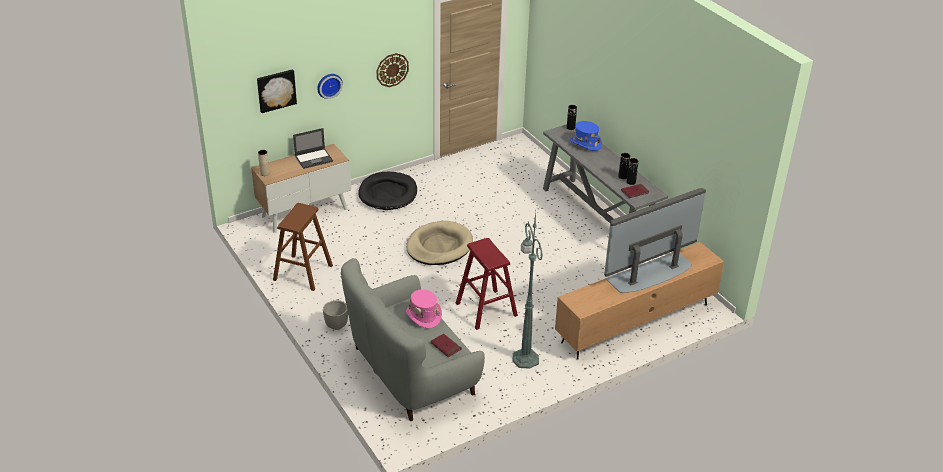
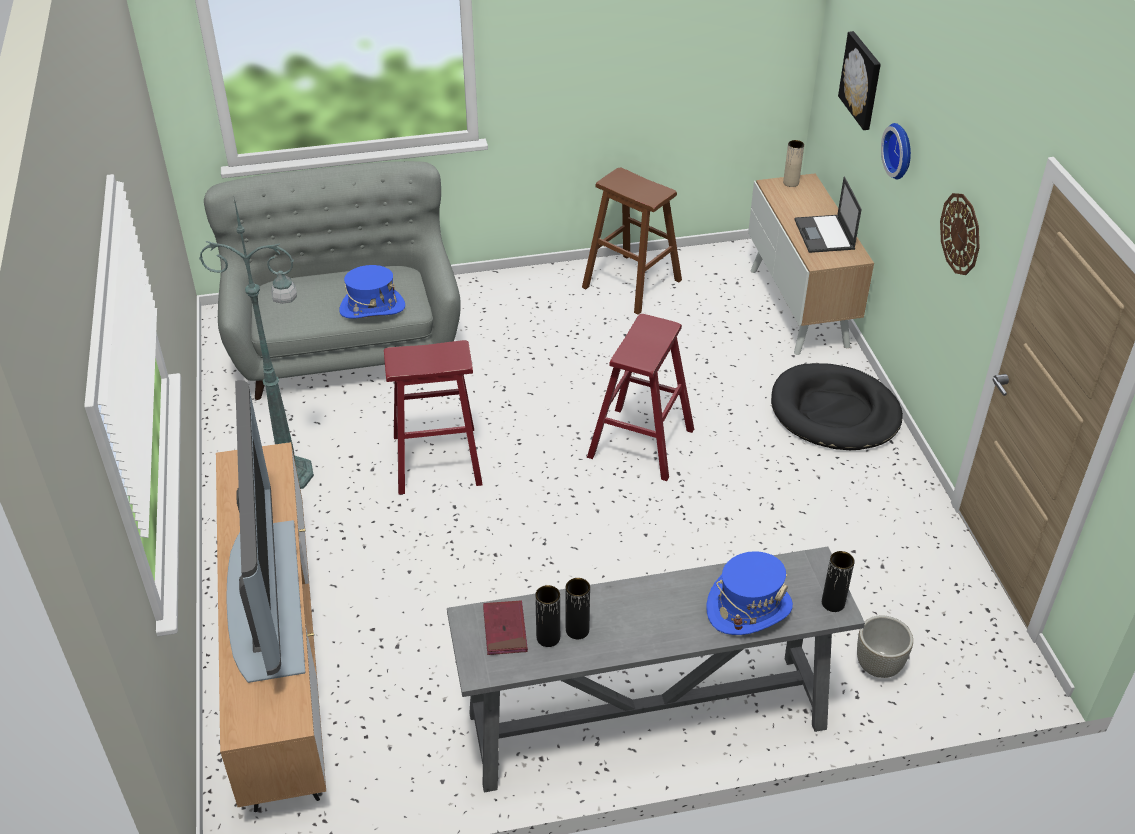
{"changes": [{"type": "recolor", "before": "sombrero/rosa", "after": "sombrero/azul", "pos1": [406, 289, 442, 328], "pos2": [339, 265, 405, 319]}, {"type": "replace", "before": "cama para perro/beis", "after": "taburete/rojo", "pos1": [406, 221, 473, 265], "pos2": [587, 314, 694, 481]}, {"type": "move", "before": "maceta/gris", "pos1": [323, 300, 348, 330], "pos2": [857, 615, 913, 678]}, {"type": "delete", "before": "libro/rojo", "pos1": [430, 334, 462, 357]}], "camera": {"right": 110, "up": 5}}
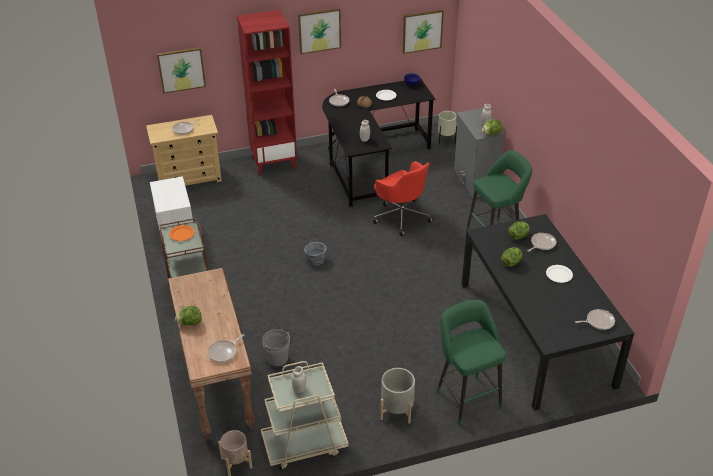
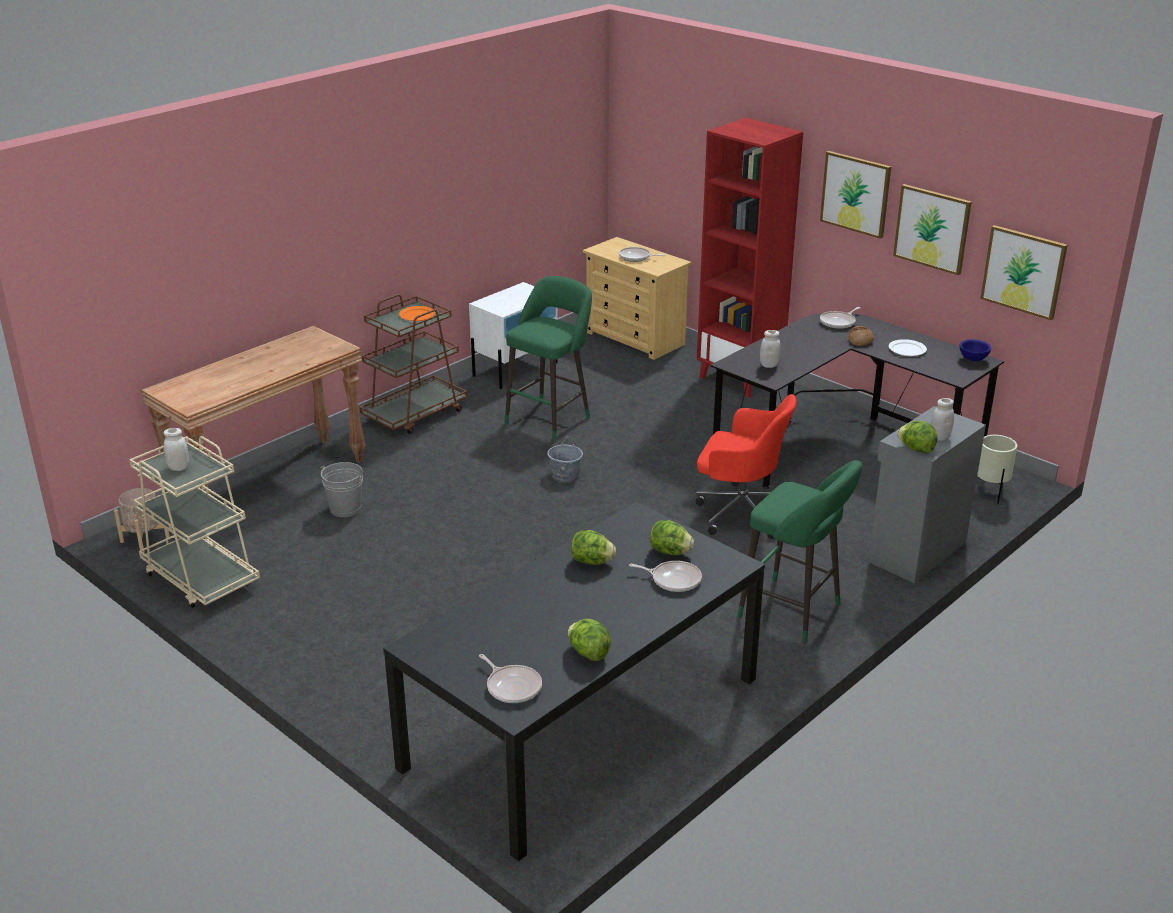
{"changes": [{"type": "move", "before": "taburete/verde", "pos1": [436, 300, 506, 425], "pos2": [505, 276, 592, 441]}, {"type": "move", "before": "lechuga", "pos1": [175, 306, 202, 325], "pos2": [568, 619, 611, 661]}, {"type": "rotate", "before": "silla de oficina/rojo", "pos1": [373, 161, 433, 237], "pos2": [695, 394, 796, 539], "turn": -90}, {"type": "move", "before": "cuadro", "pos1": [157, 47, 206, 94], "pos2": [893, 184, 972, 275]}, {"type": "delete", "before": "sartén", "pos1": [207, 334, 244, 363]}, {"type": "delete", "before": "maceta/gris", "pos1": [380, 368, 415, 424]}, {"type": "delete", "before": "plato/blanco", "pos1": [546, 265, 573, 283]}], "camera": {"right": 60, "up": -10}}
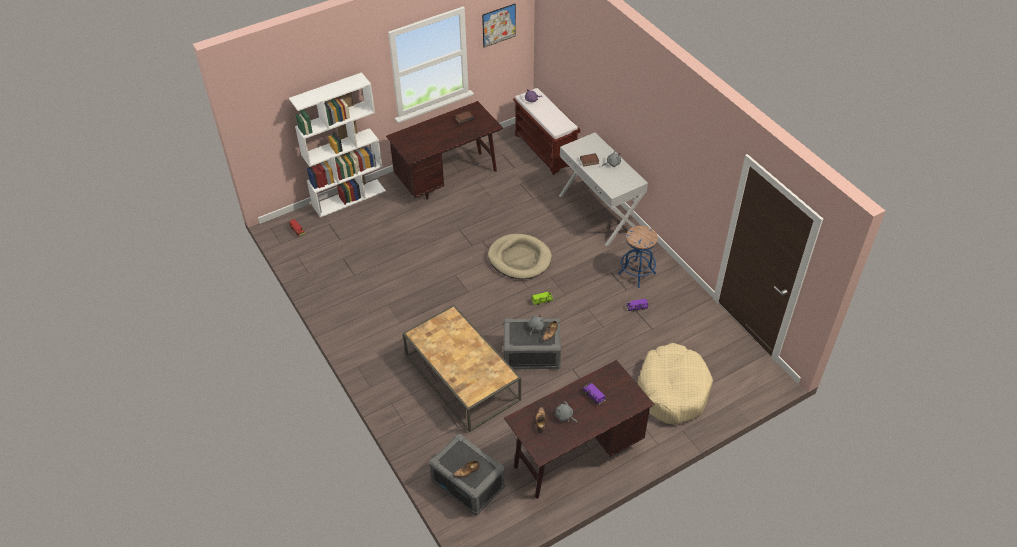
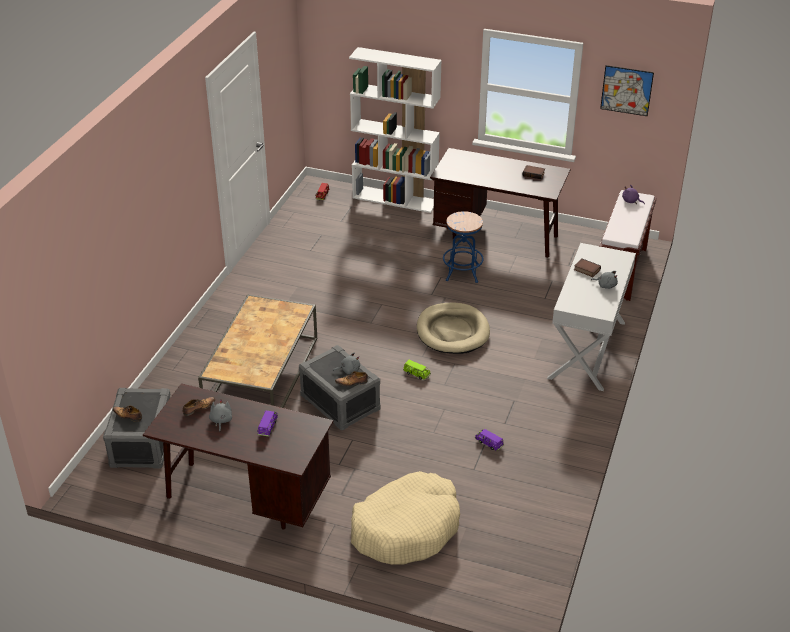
{"changes": [{"type": "move", "before": "taburete/azul", "pos1": [618, 226, 658, 288], "pos2": [443, 211, 484, 283]}], "camera": {"right": 50, "up": -10}}
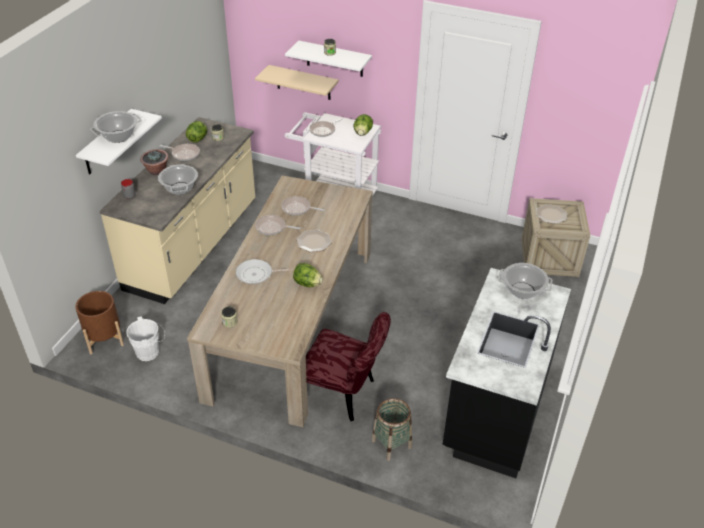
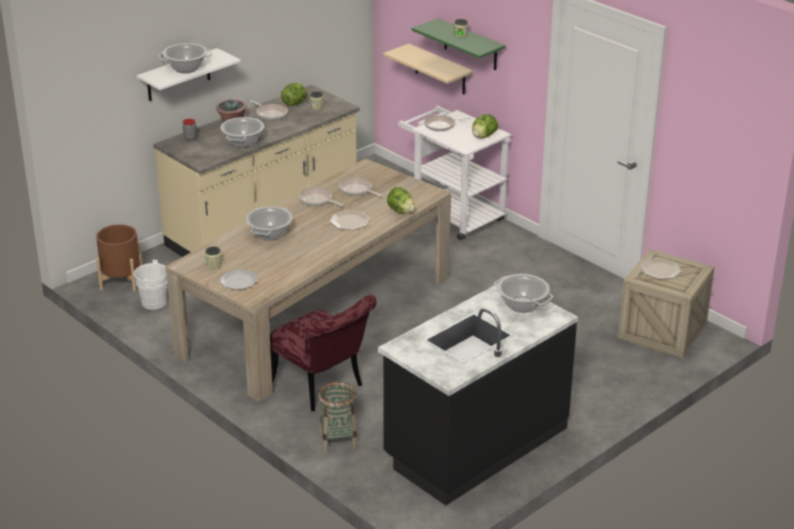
{"changes": [{"type": "insert", "after": "plato", "pos2": [220, 269, 258, 290]}, {"type": "replace", "before": "sartén", "after": "olla", "pos1": [236, 259, 292, 284], "pos2": [245, 206, 293, 241]}, {"type": "move", "before": "lechuga", "pos1": [293, 263, 323, 287], "pos2": [387, 187, 415, 214]}, {"type": "recolor", "before": "estante/blanco", "after": "estante/verde", "pos1": [285, 40, 372, 77], "pos2": [412, 18, 506, 70]}], "camera": {"right": 25, "up": -10}}
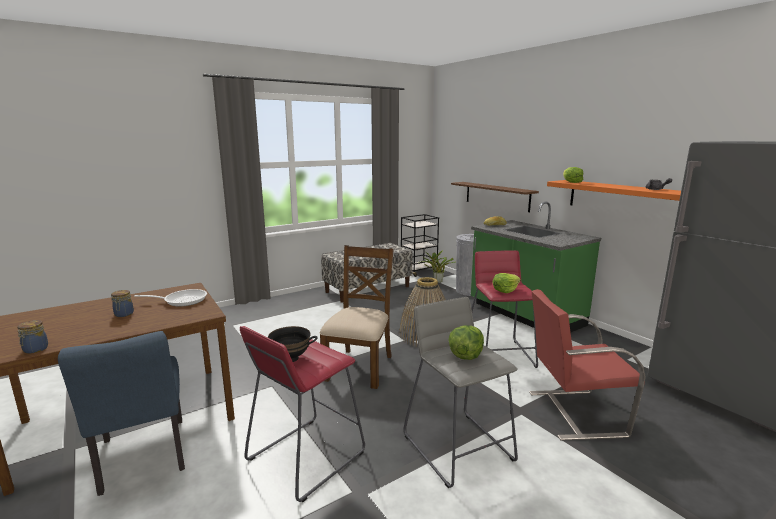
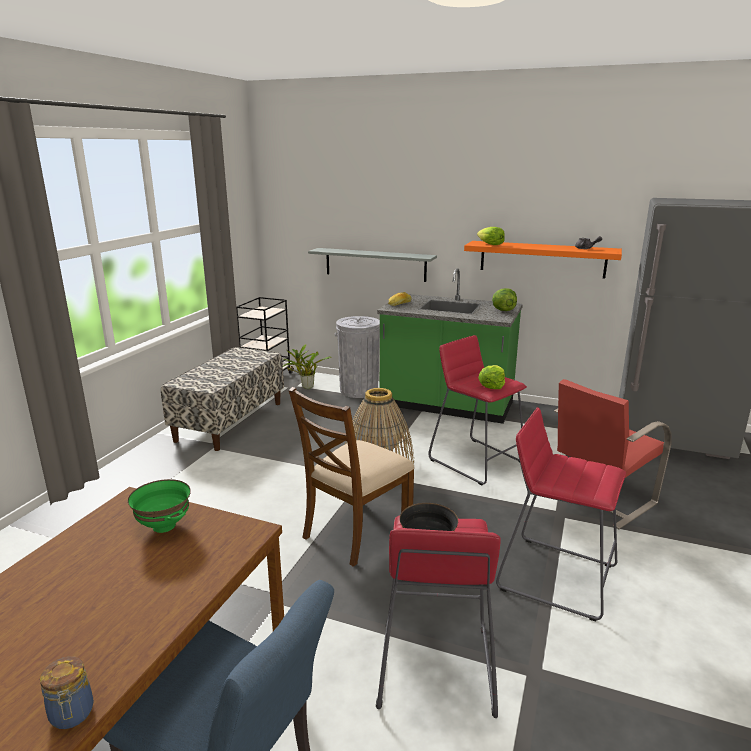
{"changes": [{"type": "replace", "before": "sartén", "after": "cuenco/verde", "pos1": [134, 289, 207, 306], "pos2": [128, 479, 191, 533]}, {"type": "rotate", "before": "silla/marrón", "pos1": [320, 245, 394, 389], "pos2": [289, 387, 415, 567], "turn": -120}, {"type": "recolor", "before": "estante/marrón", "after": "estante/gris", "pos1": [451, 182, 539, 212], "pos2": [308, 248, 437, 282]}, {"type": "move", "before": "lechuga", "pos1": [449, 325, 484, 360], "pos2": [492, 288, 517, 311]}, {"type": "recolor", "before": "taburete/gris", "after": "taburete/rojo", "pos1": [404, 297, 518, 488], "pos2": [496, 407, 626, 622]}, {"type": "delete", "before": "tarro", "pos1": [111, 290, 134, 317]}], "camera": {"right": -35, "up": 5}}
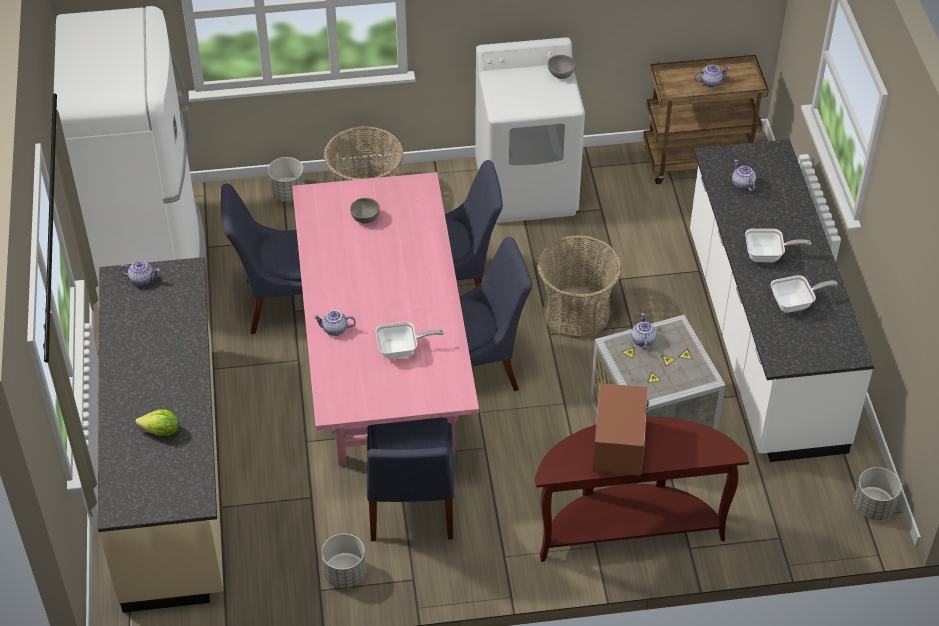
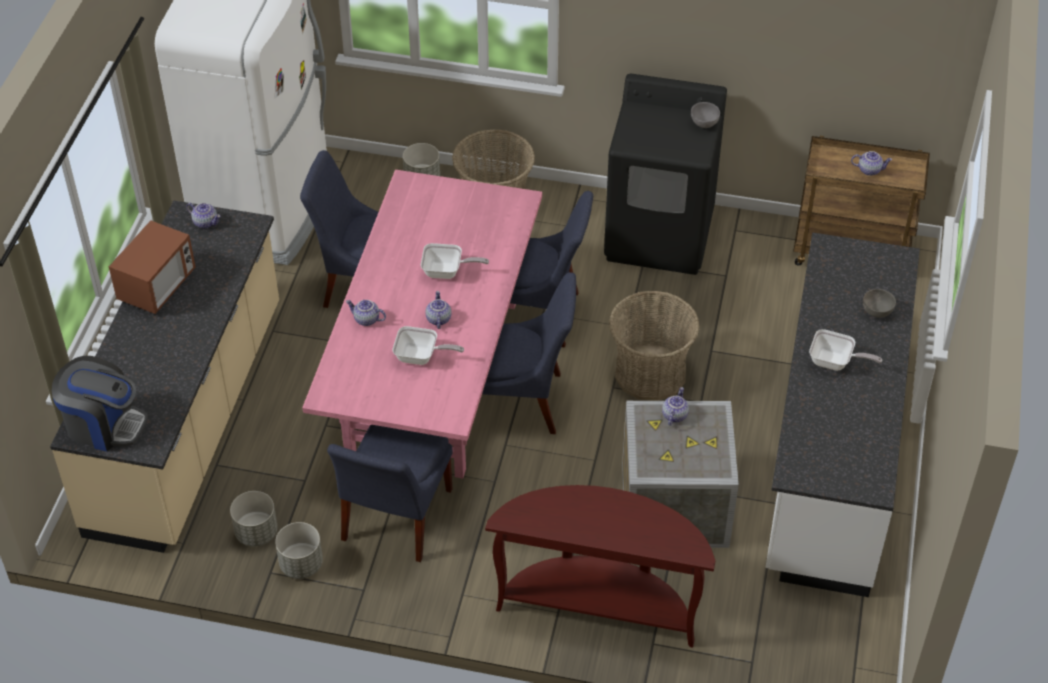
{"changes": [{"type": "insert", "after": "cafetera", "pos2": [52, 356, 148, 451]}, {"type": "move", "before": "microondas", "pos1": [592, 383, 649, 476], "pos2": [109, 220, 195, 314]}, {"type": "move", "before": "maceta/gris", "pos1": [854, 467, 901, 520], "pos2": [230, 491, 278, 546]}, {"type": "move", "before": "sartén", "pos1": [770, 275, 838, 313], "pos2": [421, 243, 489, 279]}, {"type": "move", "before": "tetera", "pos1": [732, 160, 756, 191], "pos2": [426, 291, 451, 329]}, {"type": "recolor", "before": "lavadora/blanco", "after": "lavadora/negro", "pos1": [475, 37, 585, 223], "pos2": [604, 74, 727, 275]}, {"type": "move", "before": "cuenco/gris", "pos1": [350, 198, 380, 223], "pos2": [863, 289, 896, 318]}, {"type": "delete", "before": "lechuga", "pos1": [135, 409, 179, 436]}], "camera": {"right": 20, "up": 0}}
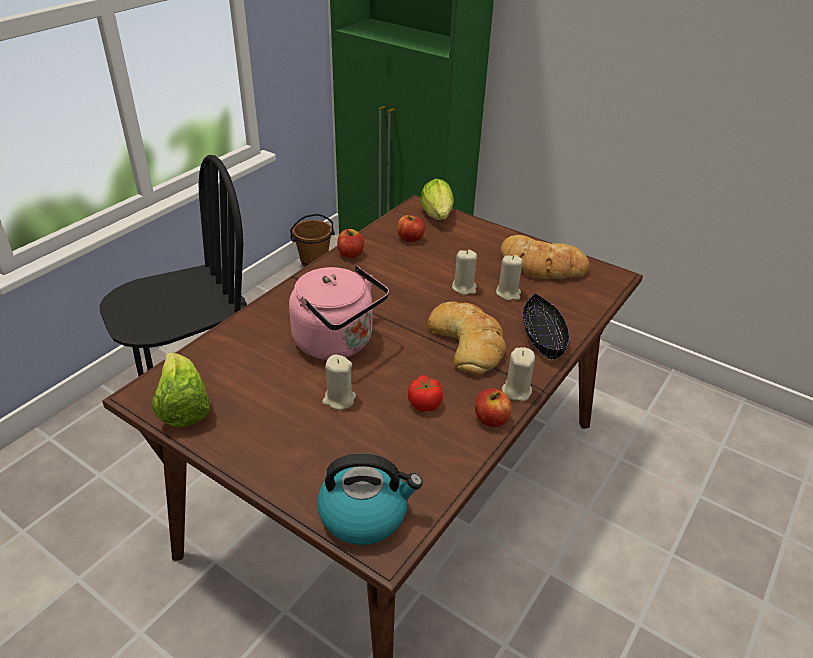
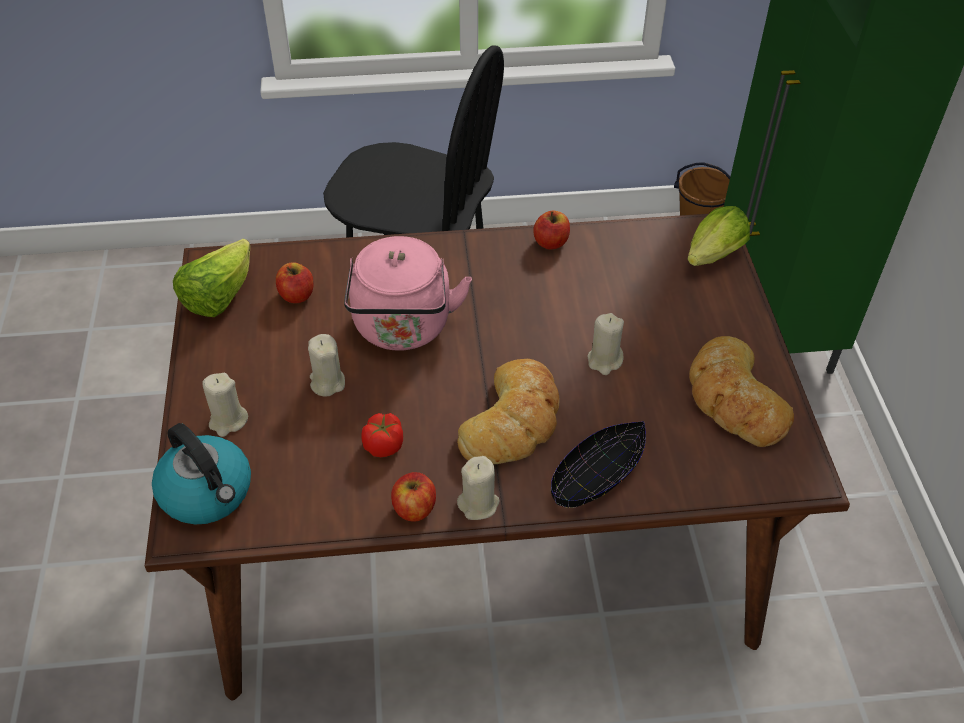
{"changes": [{"type": "move", "before": "vela/beis", "pos1": [496, 255, 523, 301], "pos2": [202, 373, 248, 437]}, {"type": "move", "before": "manzana", "pos1": [397, 215, 425, 242], "pos2": [276, 262, 313, 303]}], "camera": {"right": 50, "up": 10}}
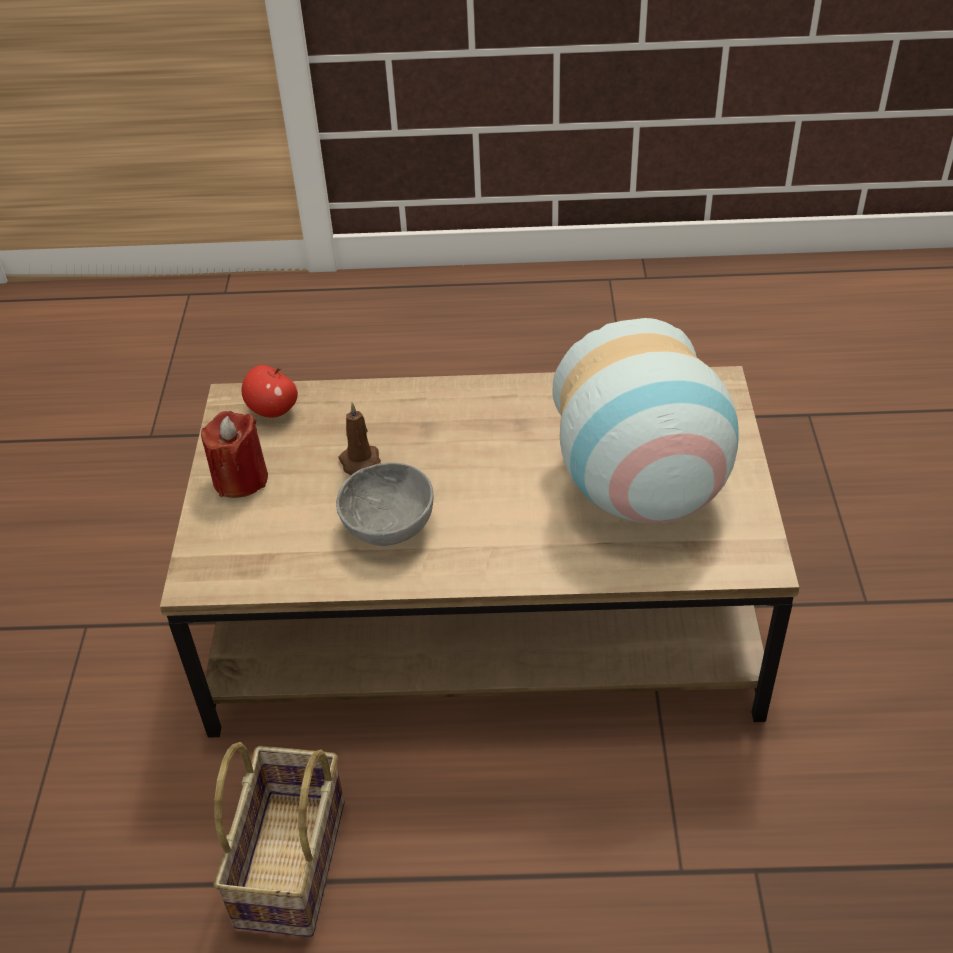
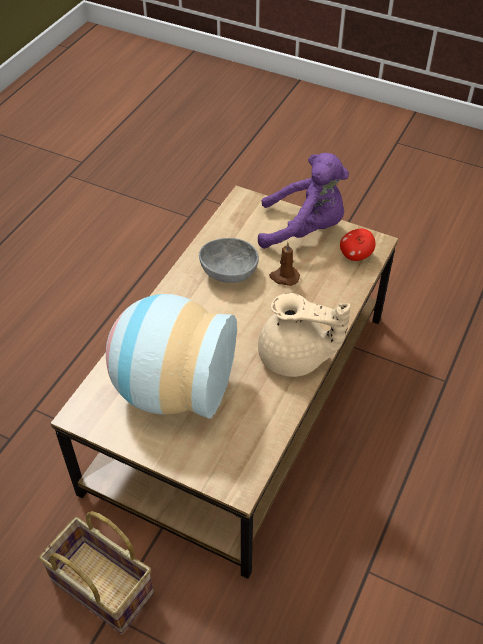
{"changes": [{"type": "move", "before": "cesta", "pos1": [214, 742, 345, 937], "pos2": [39, 511, 154, 633]}, {"type": "replace", "before": "vela/rojo", "after": "peluche/morado", "pos1": [201, 411, 268, 498], "pos2": [258, 153, 349, 249]}, {"type": "insert", "after": "tetera/beis", "pos2": [258, 293, 351, 377]}], "camera": {"right": 115, "up": 5}}
